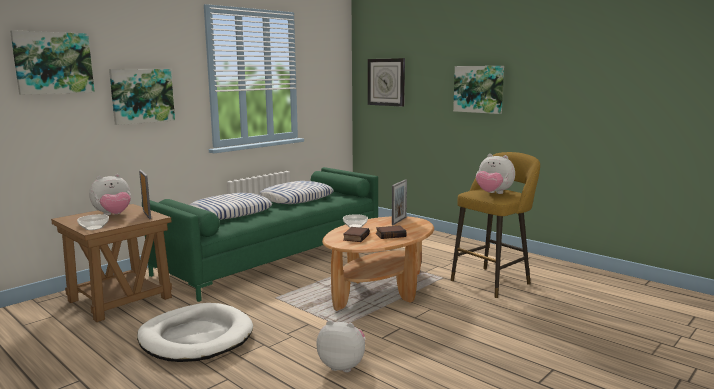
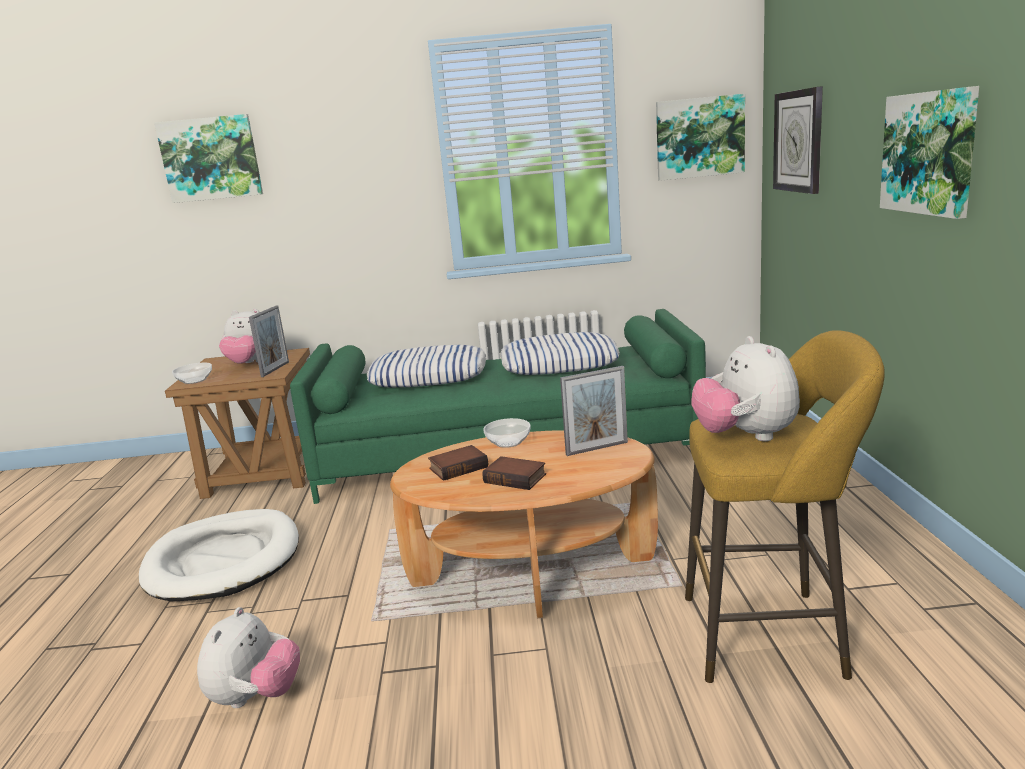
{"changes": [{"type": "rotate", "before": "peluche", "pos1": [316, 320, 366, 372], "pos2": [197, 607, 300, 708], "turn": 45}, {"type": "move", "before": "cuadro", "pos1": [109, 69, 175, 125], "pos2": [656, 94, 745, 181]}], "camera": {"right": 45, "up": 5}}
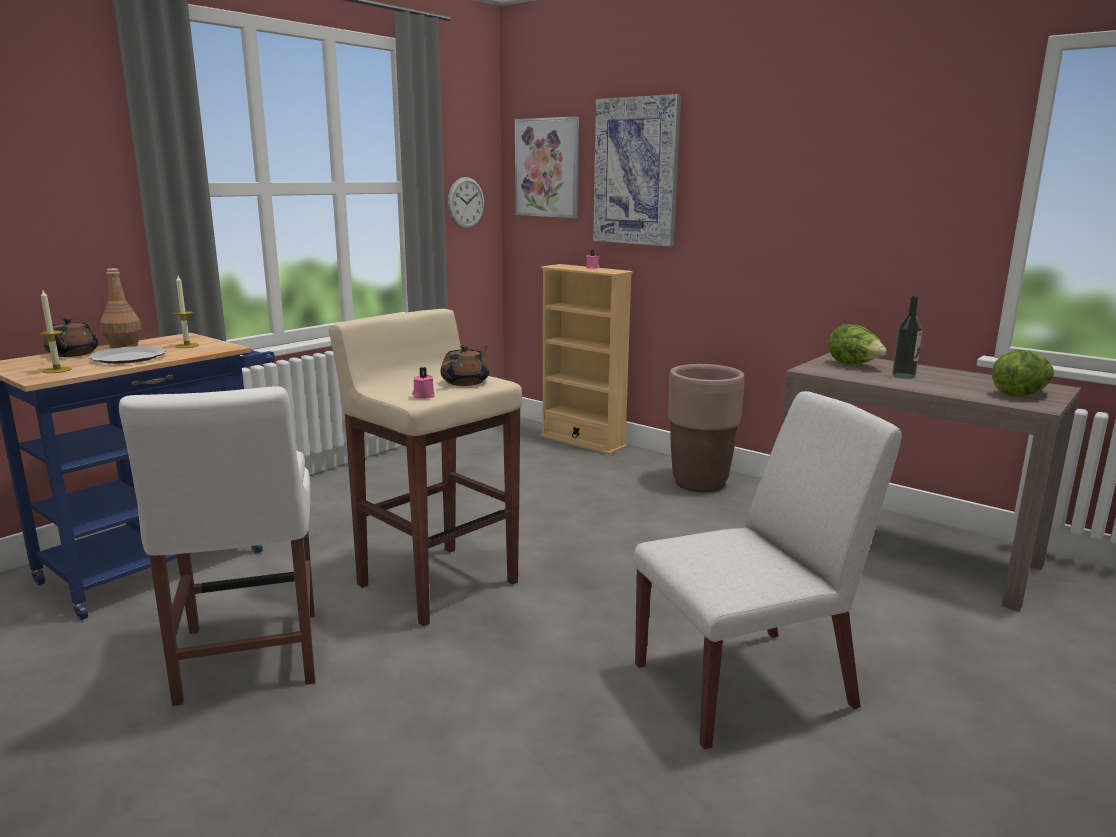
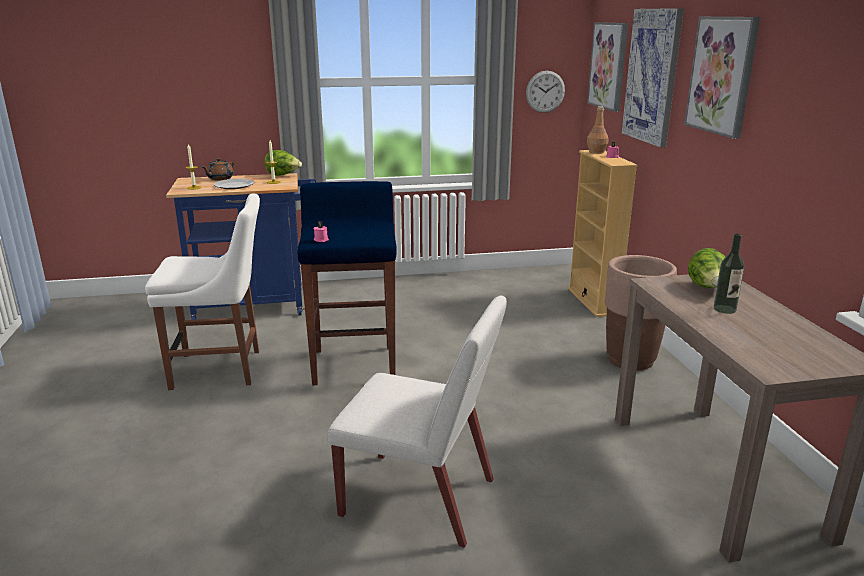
{"changes": [{"type": "rotate", "before": "silla/blanco", "pos1": [119, 386, 315, 706], "pos2": [145, 193, 260, 390], "turn": -120}, {"type": "move", "before": "lechuga", "pos1": [992, 350, 1054, 397], "pos2": [265, 150, 302, 176]}, {"type": "recolor", "before": "taburete/beis", "after": "taburete/azul", "pos1": [329, 309, 522, 626], "pos2": [298, 181, 397, 385]}, {"type": "move", "before": "botella/marrón", "pos1": [100, 268, 142, 348], "pos2": [587, 106, 608, 154]}, {"type": "insert", "after": "cuadro", "pos2": [684, 17, 760, 139]}, {"type": "delete", "before": "tetera/marrón", "pos1": [440, 345, 489, 386]}], "camera": {"right": 40, "up": 5}}
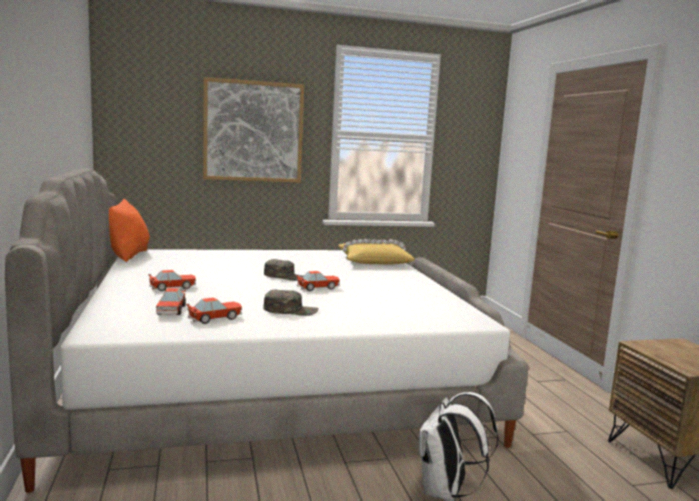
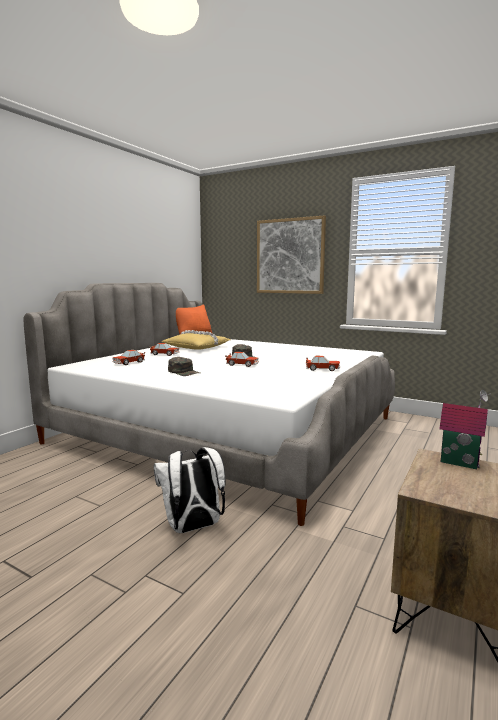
{"changes": [{"type": "move", "before": "cojín/amarillo", "pos1": [338, 239, 415, 265], "pos2": [162, 330, 230, 350]}, {"type": "move", "before": "coche de juguete", "pos1": [186, 297, 242, 324], "pos2": [306, 356, 340, 371]}, {"type": "insert", "after": "casita", "pos2": [439, 390, 491, 469]}], "camera": {"right": 45, "up": 0}}
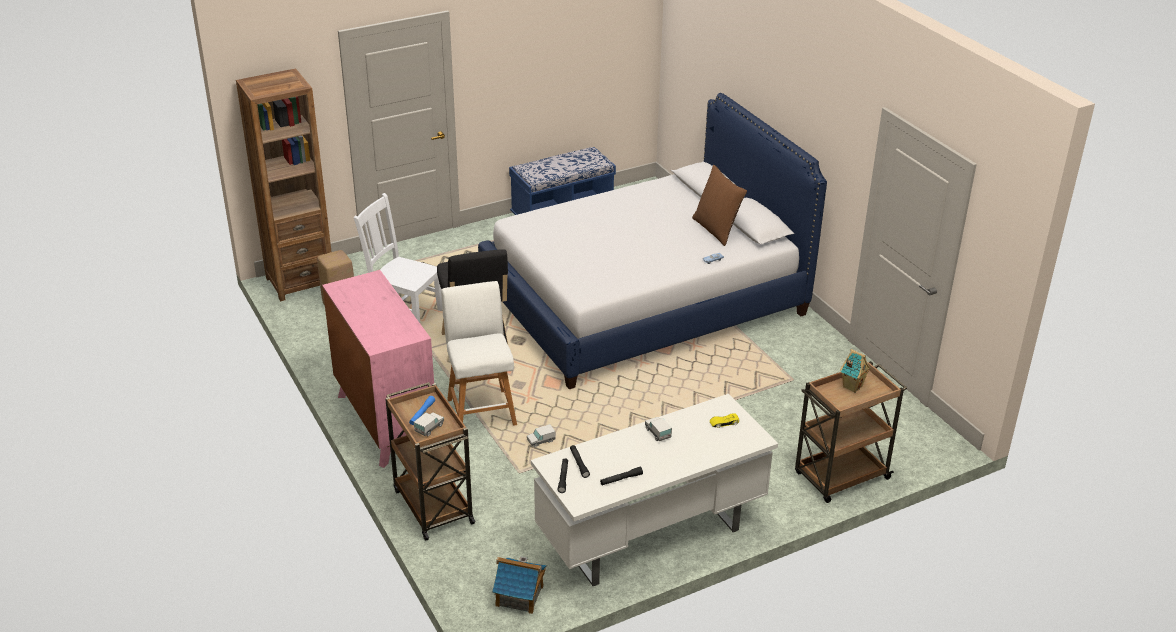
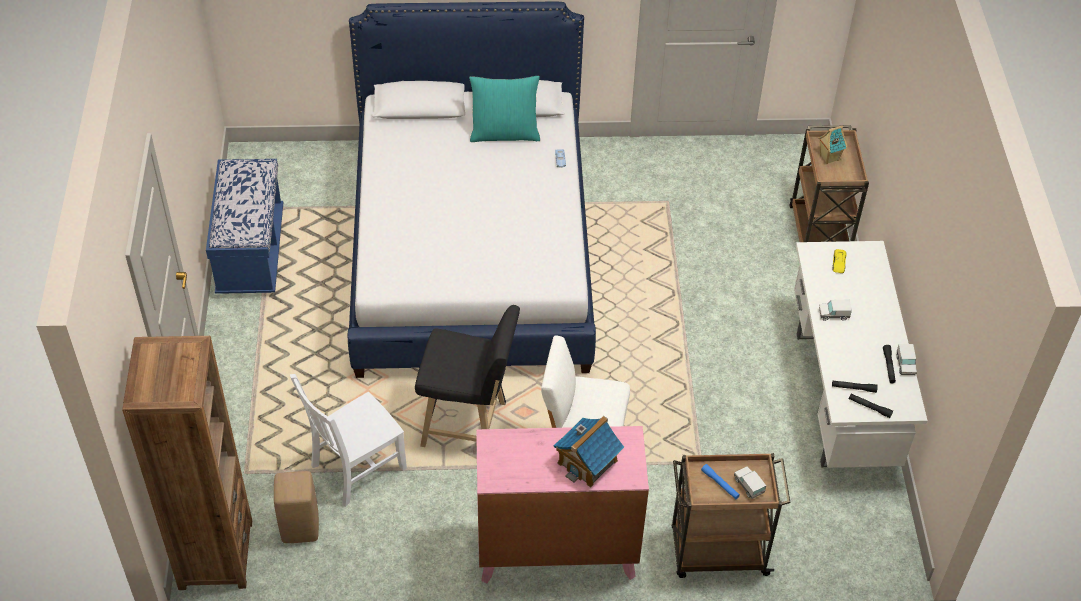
{"changes": [{"type": "recolor", "before": "cojín/marrón", "after": "cojín/turquesa", "pos1": [692, 165, 747, 246], "pos2": [469, 76, 540, 142]}, {"type": "move", "before": "casita", "pos1": [492, 556, 546, 614], "pos2": [553, 416, 624, 488]}, {"type": "move", "before": "camión de juguete", "pos1": [527, 424, 556, 447], "pos2": [896, 344, 917, 375]}], "camera": {"right": -65, "up": 15}}
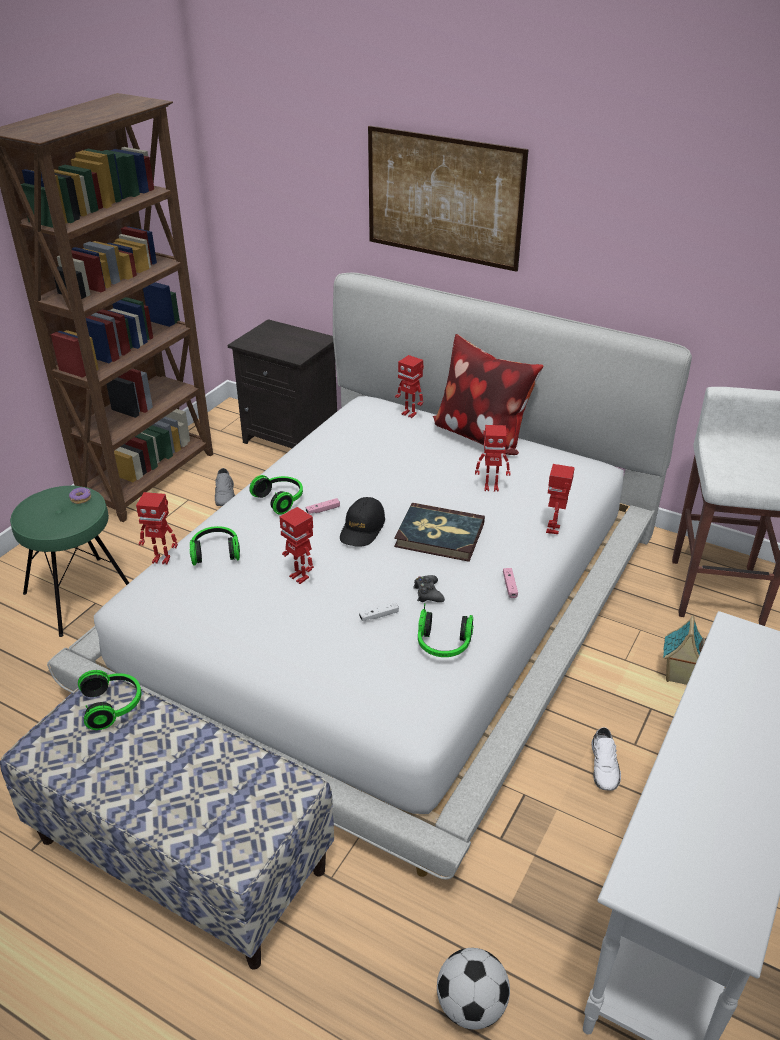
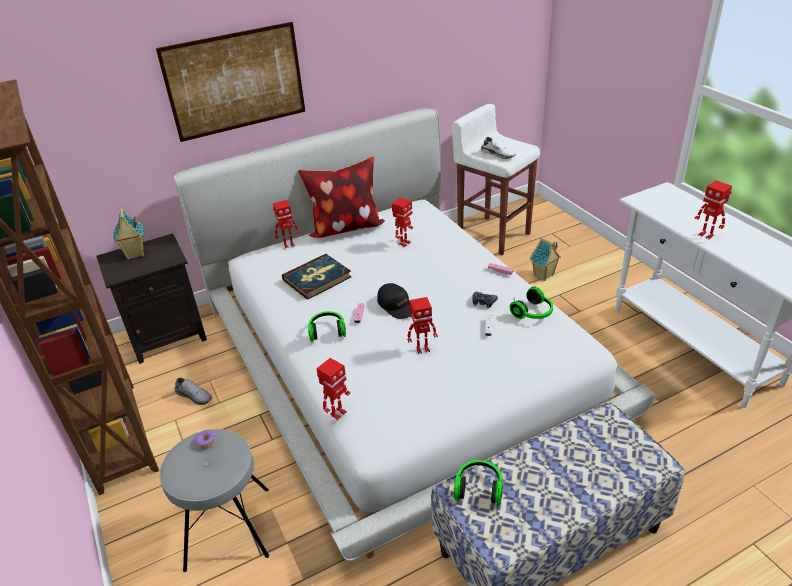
{"changes": [{"type": "insert", "after": "casita", "pos2": [113, 208, 144, 260]}, {"type": "recolor", "before": "taburete/verde", "after": "taburete/gris", "pos1": [10, 486, 129, 637], "pos2": [160, 429, 269, 572]}, {"type": "move", "before": "libro", "pos1": [394, 503, 485, 562], "pos2": [282, 254, 351, 300]}, {"type": "move", "before": "zapato/blanco", "pos1": [591, 727, 621, 791], "pos2": [481, 137, 516, 159]}, {"type": "move", "before": "robot de juguete", "pos1": [546, 464, 575, 534], "pos2": [695, 180, 732, 240]}, {"type": "delete", "before": "auriculares", "pos1": [190, 526, 240, 566]}, {"type": "delete", "before": "balón de fútbol", "pos1": [437, 948, 510, 1030]}], "camera": {"right": -55, "up": 0}}
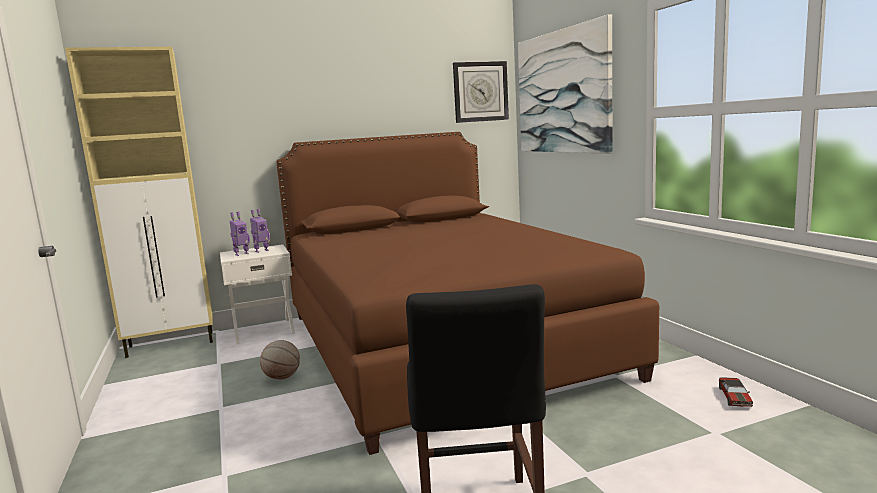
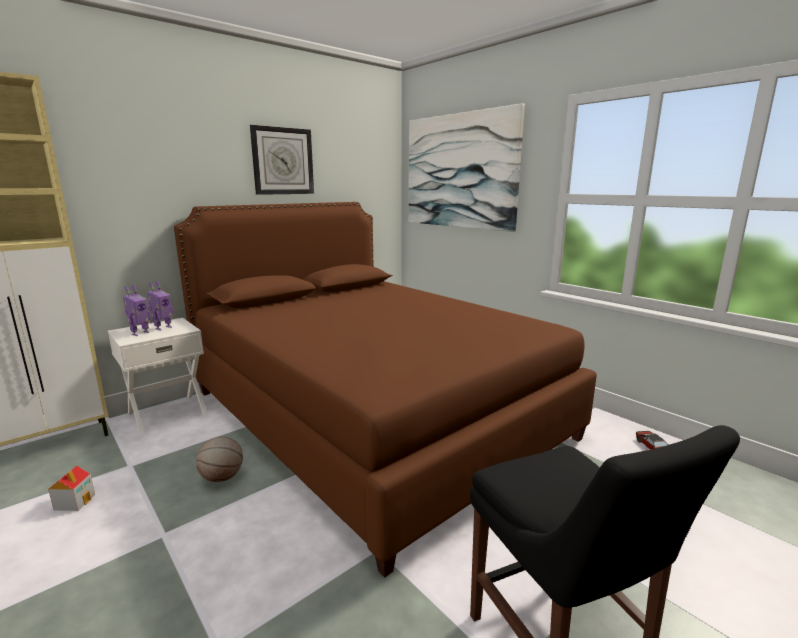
{"changes": [{"type": "insert", "after": "casita", "pos2": [48, 466, 95, 511]}, {"type": "move", "before": "reloj de pared", "pos1": [453, 61, 509, 123], "pos2": [250, 125, 314, 195]}], "camera": {"right": -20, "up": 5}}
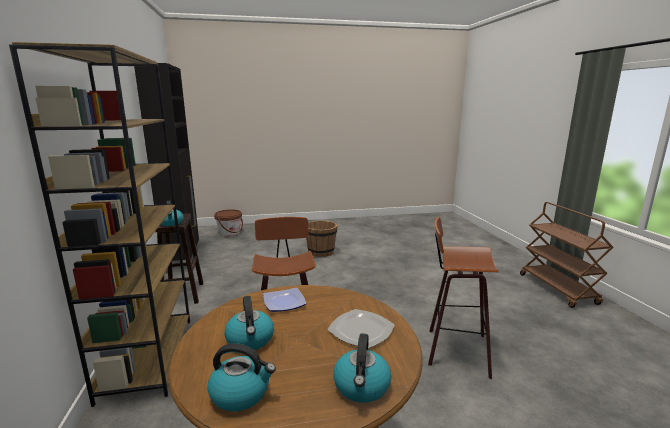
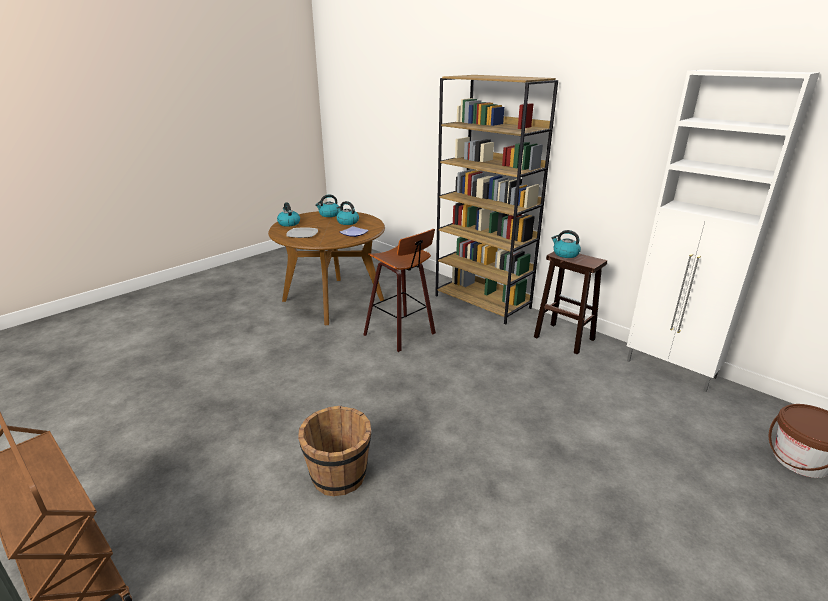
{"changes": [{"type": "move", "before": "cubo/marrón", "pos1": [306, 220, 338, 257], "pos2": [298, 406, 371, 496]}, {"type": "recolor", "before": "armario/negro", "after": "armario/blanco", "pos1": [134, 63, 199, 273], "pos2": [627, 70, 820, 392]}, {"type": "delete", "before": "taburete", "pos1": [428, 217, 498, 379]}], "camera": {"right": 145, "up": 10}}
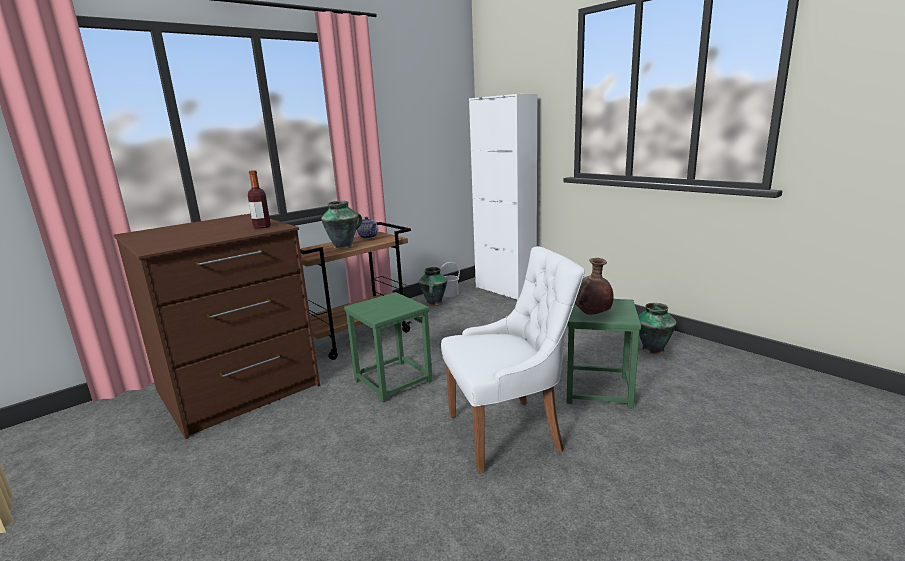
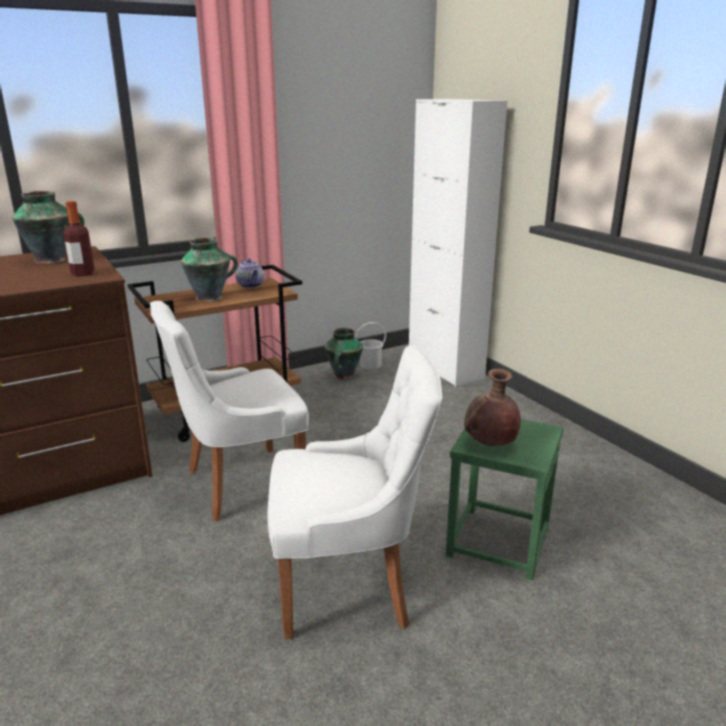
{"changes": [{"type": "move", "before": "florero", "pos1": [638, 303, 676, 354], "pos2": [12, 191, 84, 264]}, {"type": "replace", "before": "taburete/verde", "after": "silla/blanco", "pos1": [344, 292, 433, 403], "pos2": [150, 301, 309, 521]}], "camera": {"right": 10, "up": 5}}
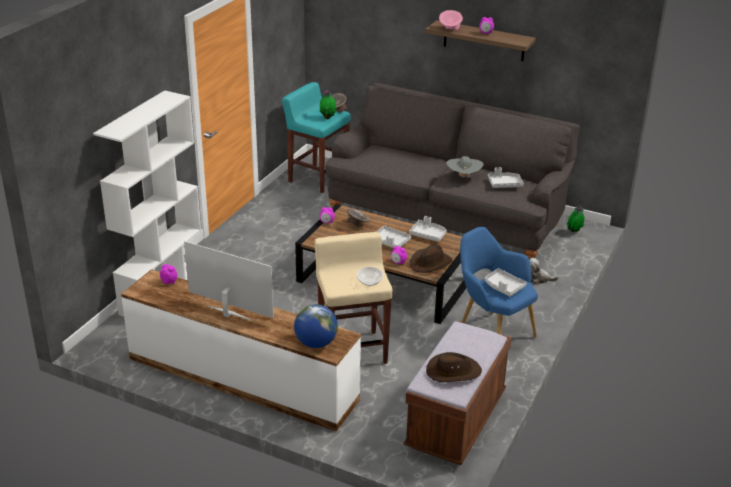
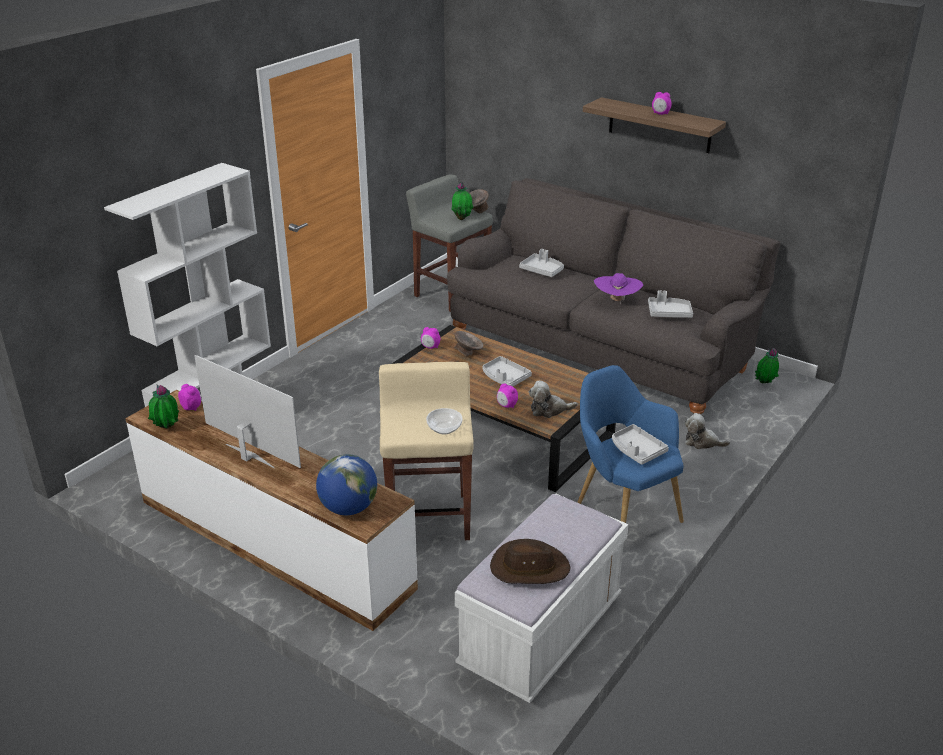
{"changes": [{"type": "insert", "after": "planta en maceta", "pos2": [148, 385, 179, 429]}, {"type": "recolor", "before": "taburete/turquesa", "after": "taburete/gris", "pos1": [282, 82, 350, 193], "pos2": [406, 175, 493, 312]}, {"type": "recolor", "before": "banco/marrón", "after": "banco/blanco", "pos1": [403, 321, 512, 465], "pos2": [455, 494, 629, 703]}, {"type": "move", "before": "bandeja/gris", "pos1": [409, 216, 447, 242], "pos2": [519, 249, 564, 277]}, {"type": "replace", "before": "sombrero/marrón", "after": "peluche", "pos1": [410, 245, 452, 273], "pos2": [529, 381, 578, 418]}, {"type": "recolor", "before": "sombrero/gris", "after": "sombrero/morado", "pos1": [446, 156, 484, 178], "pos2": [594, 273, 643, 304]}, {"type": "delete", "before": "cuenco/rosa", "pos1": [439, 10, 463, 30]}], "camera": {"right": 10, "up": 0}}
